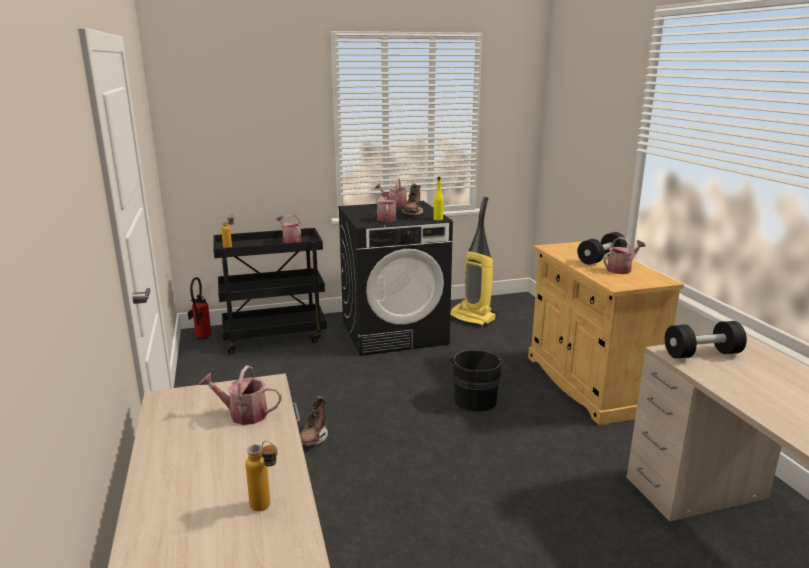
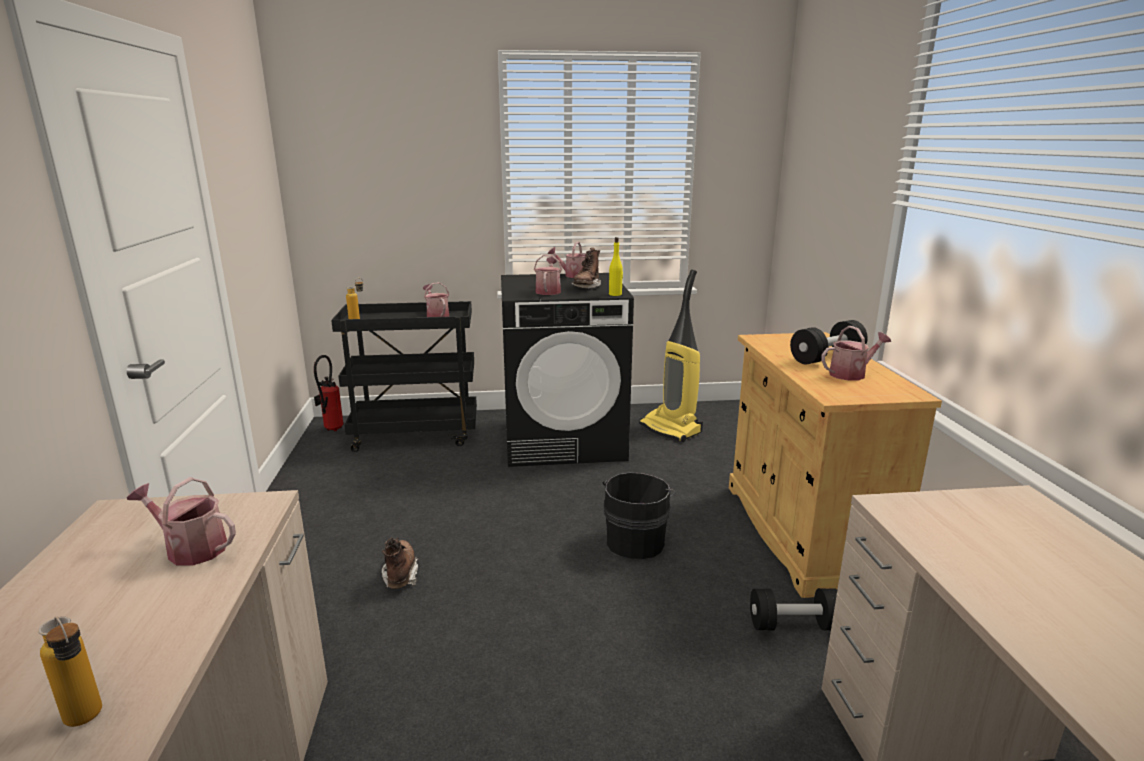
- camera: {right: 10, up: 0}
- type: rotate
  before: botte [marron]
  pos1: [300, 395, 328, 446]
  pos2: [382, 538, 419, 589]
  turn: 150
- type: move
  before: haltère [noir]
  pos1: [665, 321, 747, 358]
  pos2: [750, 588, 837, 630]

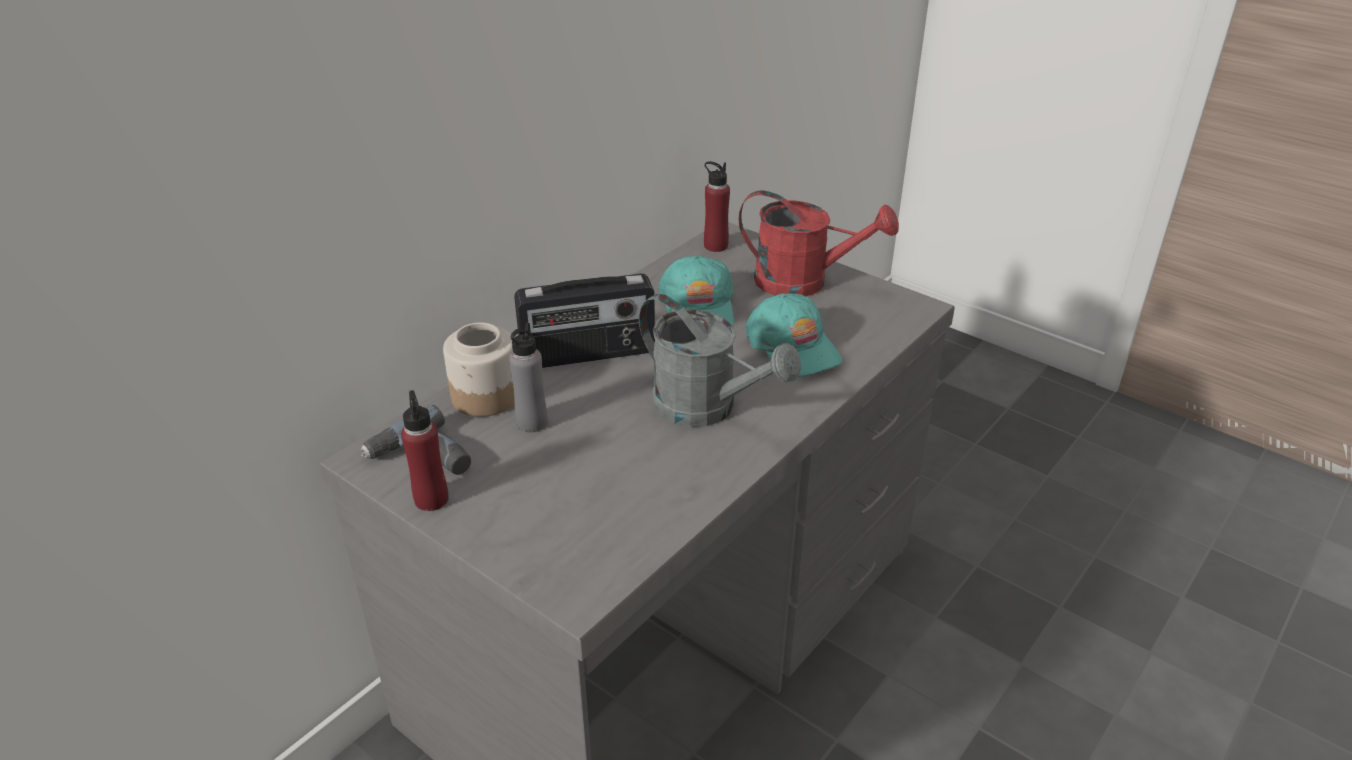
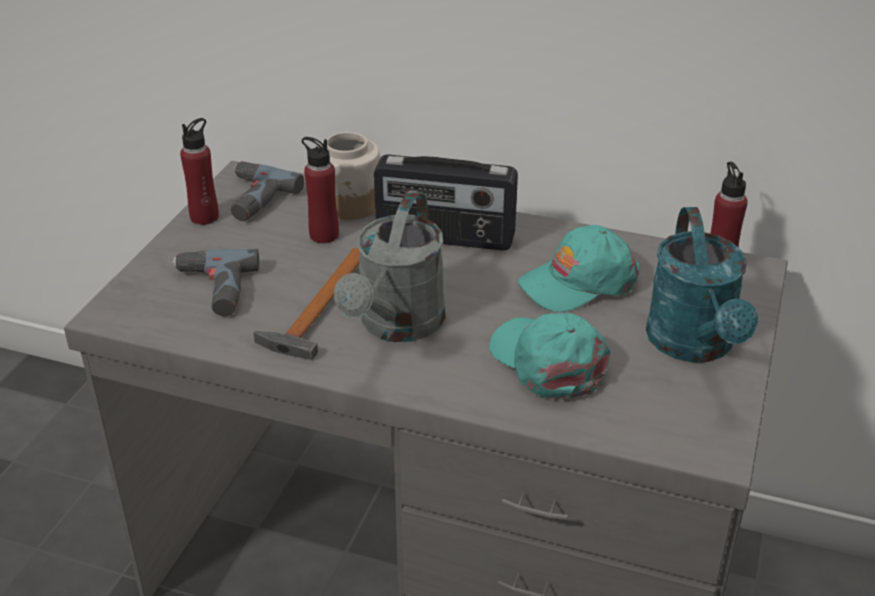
- camera: {right: 70, up: 0}
- type: insert
  after: perceuse
  pos2: [171, 249, 259, 316]
- type: insert
  after: marteau
  pos2: [253, 248, 360, 360]
- type: recolor
  before: bouteille [gris]
  after: bouteille [rouge]
  pos1: [509, 322, 547, 433]
  pos2: [302, 137, 339, 243]
- type: rotate
  before: radio
  pos1: [514, 274, 655, 368]
  pos2: [374, 155, 518, 251]
  turn: -45
- type: rotate
  before: casquette [turquoise]
  pos1: [745, 293, 842, 377]
  pos2: [489, 313, 610, 400]
  turn: 105
- type: recolor
  before: arrosoir [rouge]
  after: arrosoir [turquoise]
  pos1: [738, 190, 899, 296]
  pos2: [646, 207, 758, 363]

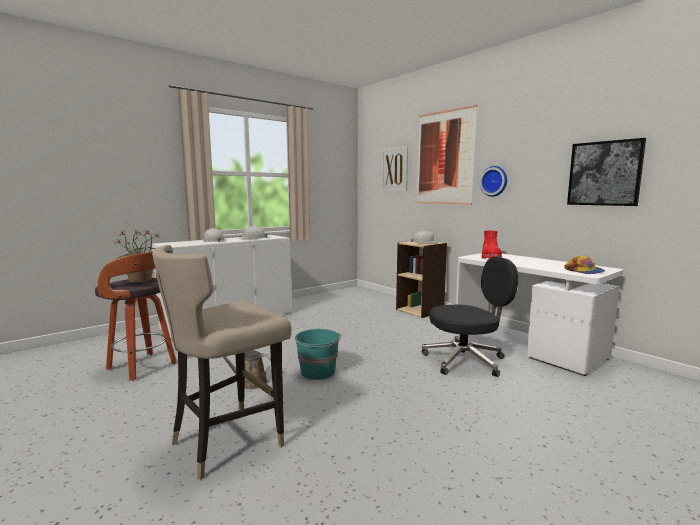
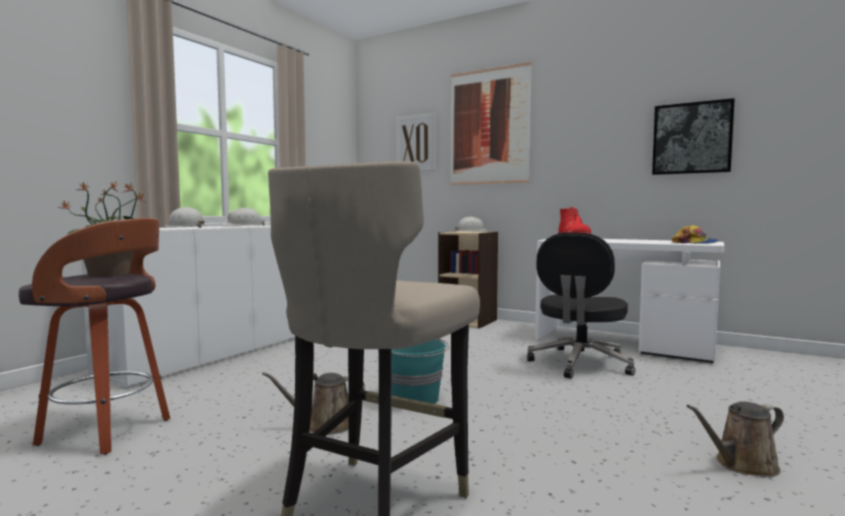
- camera: {right: -20, up: -5}
- type: rotate
  before: chaise de bureau [noir]
  pos1: [422, 257, 518, 377]
  pos2: [527, 232, 635, 379]
  turn: 150
- type: insert
  after: arrosoir [marron]
  pos2: [687, 402, 784, 477]
- type: delete
  before: horloge murale
  pos1: [480, 166, 507, 197]

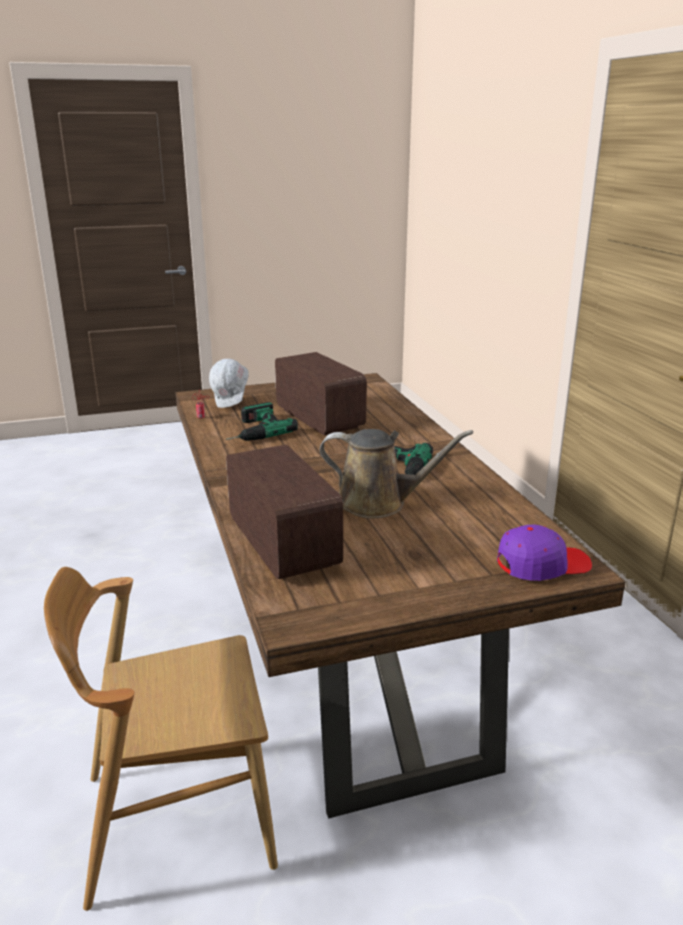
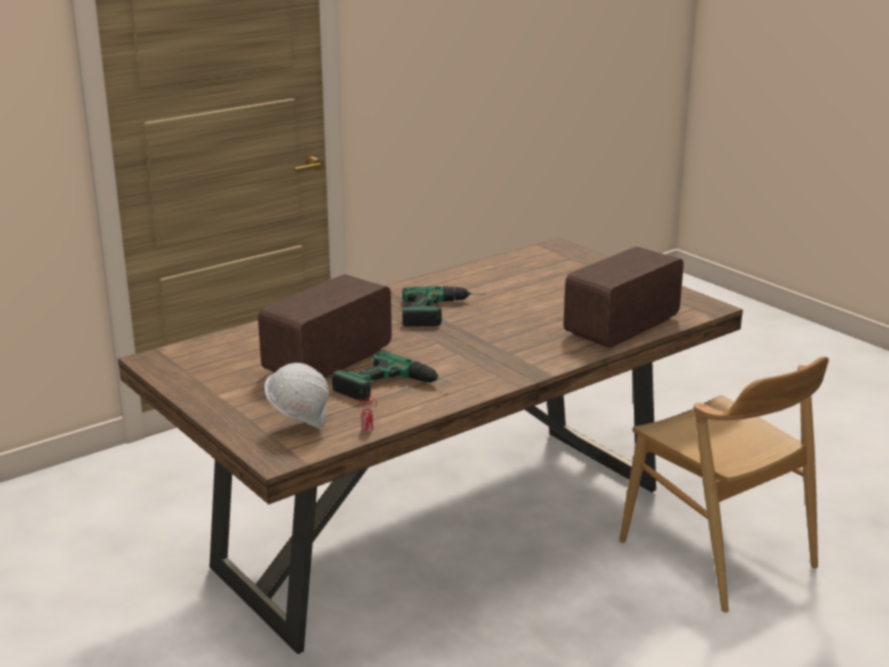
- camera: {right: -110, up: 0}
- type: delete
  before: arrosoir [marron]
  pos1: [319, 429, 473, 518]
- type: delete
  before: casquette [violet]
  pos1: [497, 525, 592, 581]

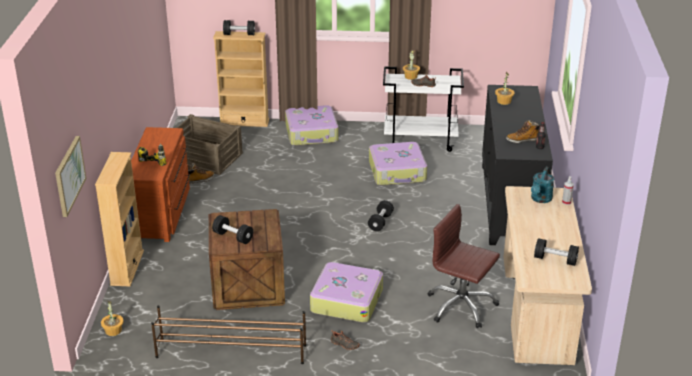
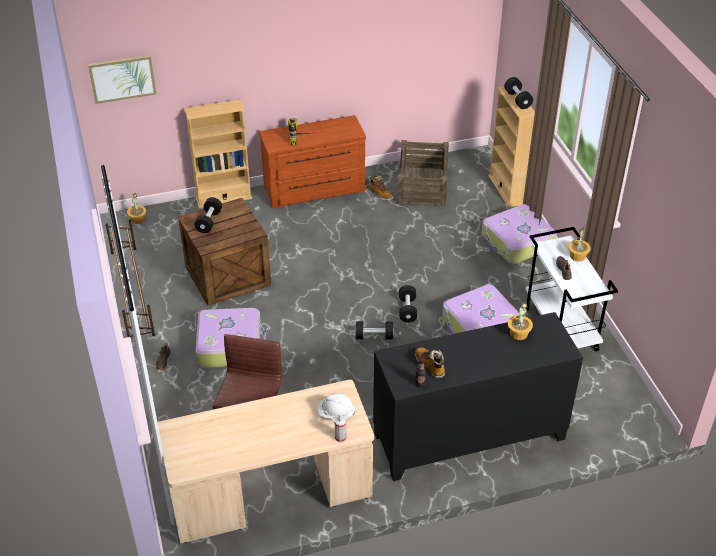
- camera: {right: 70, up: 10}
- type: replace
  before: arrosoir [turquoise]
  after: casque de chantier [blanc]
  pos1: [531, 167, 554, 203]
  pos2: [318, 393, 356, 419]
- type: move
  before: haltère [noir]
  pos1: [534, 238, 579, 266]
  pos2: [399, 285, 417, 323]

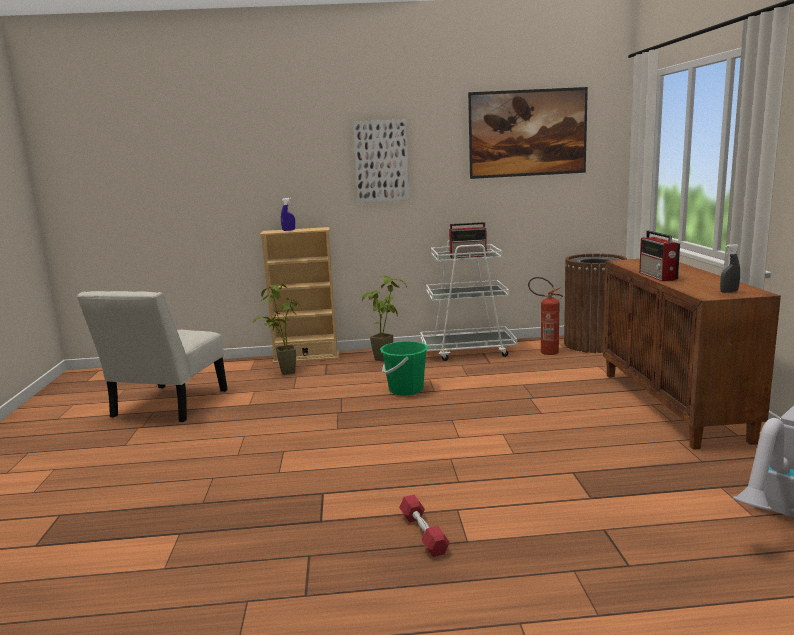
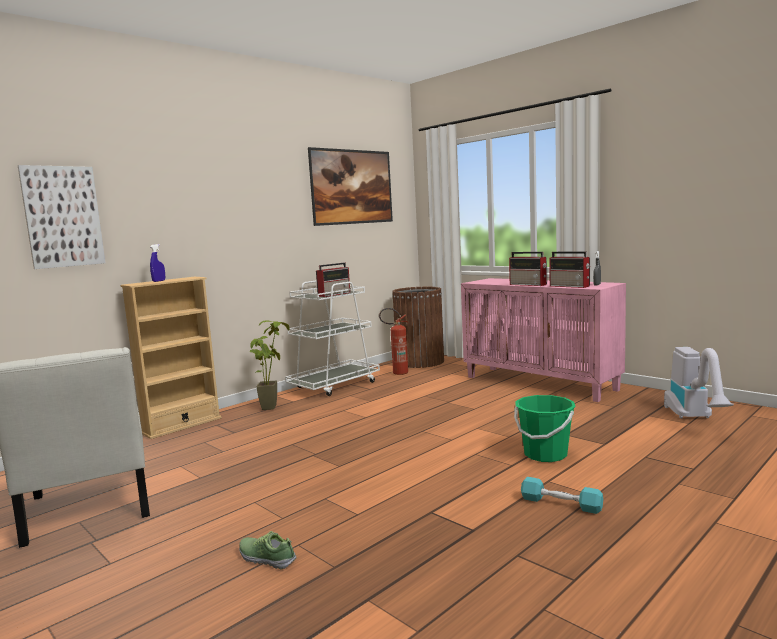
- camera: {right: -40, up: -5}
- type: move
  before: tableau
  pos1: [353, 119, 410, 203]
  pos2: [18, 165, 105, 269]
- type: insert
  after: chaussure
  pos2: [239, 531, 296, 569]
- type: recolor
  before: meuble de rangement [marron]
  after: meuble de rangement [rose]
  pos1: [603, 259, 781, 450]
  pos2: [461, 278, 626, 402]
- type: move
  before: seau [vert]
  pos1: [380, 341, 428, 396]
  pos2: [514, 395, 576, 462]
- type: recolor
  before: haltère [rouge]
  after: haltère [turquoise]
  pos1: [399, 495, 450, 557]
  pos2: [521, 477, 603, 514]
- type: insert
  after: radio
  pos2: [549, 252, 590, 288]
- type: delete
  before: plante en pot
  pos1: [253, 284, 301, 375]

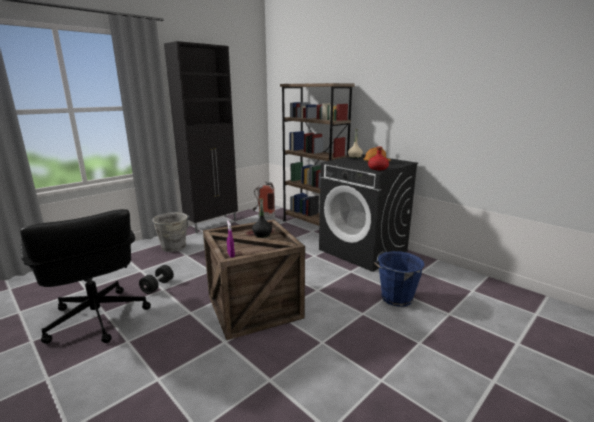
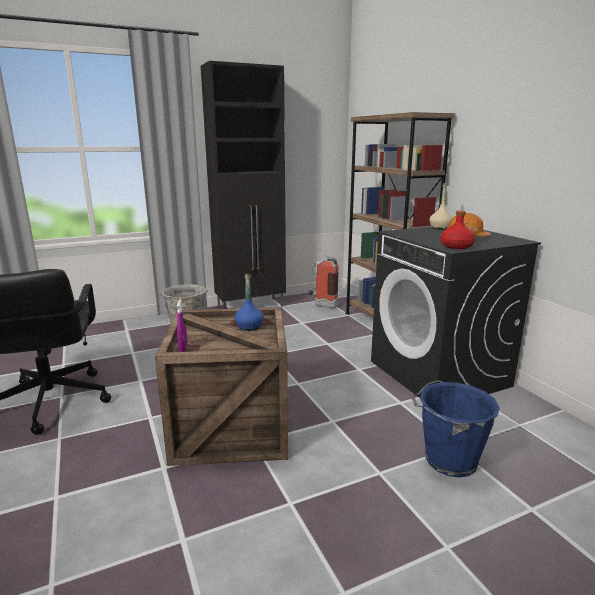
- camera: {right: 20, up: 0}
- type: recolor
  before: bouteille [noir]
  after: bouteille [bleu]
  pos1: [252, 198, 272, 238]
  pos2: [234, 274, 264, 331]
- type: delete
  before: haltère [noir]
  pos1: [139, 265, 174, 294]

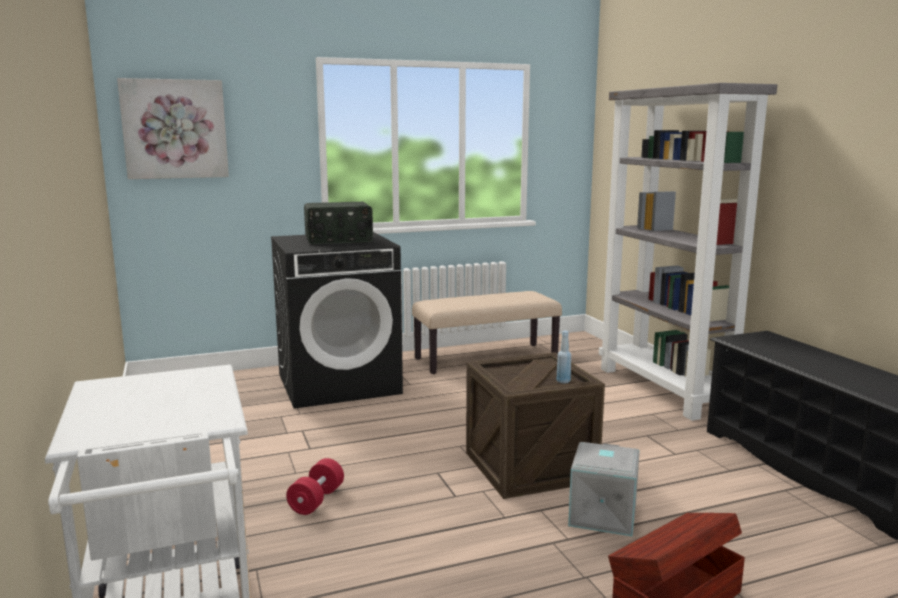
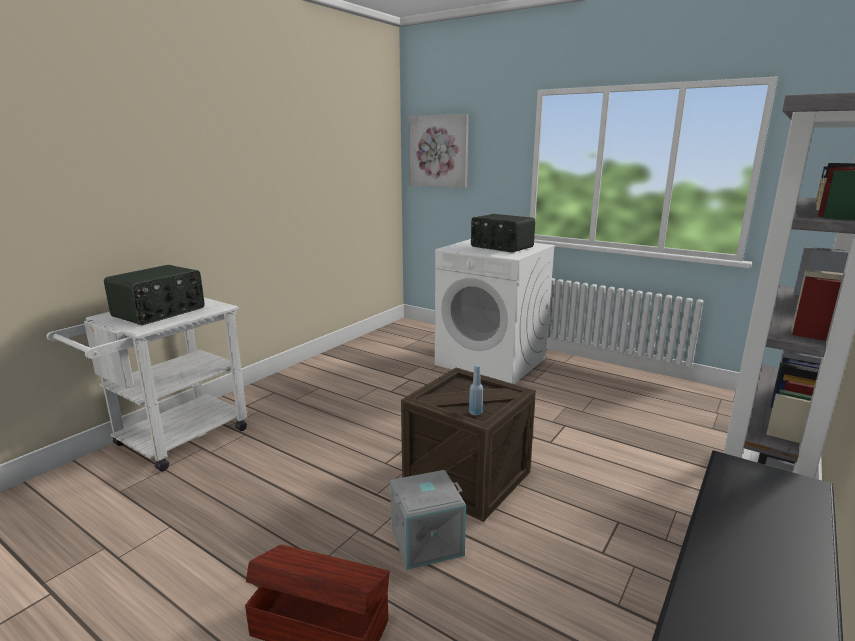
- camera: {right: 55, up: 5}
- type: insert
  after: radio
  pos2: [104, 265, 205, 325]
- type: recolor
  before: lave-linge [noir]
  after: lave-linge [blanc]
  pos1: [271, 232, 403, 409]
  pos2: [435, 239, 555, 384]
- type: delete
  before: haltère [rouge]
  pos1: [286, 458, 344, 515]
- type: delete
  before: banc [beige]
  pos1: [412, 291, 562, 374]

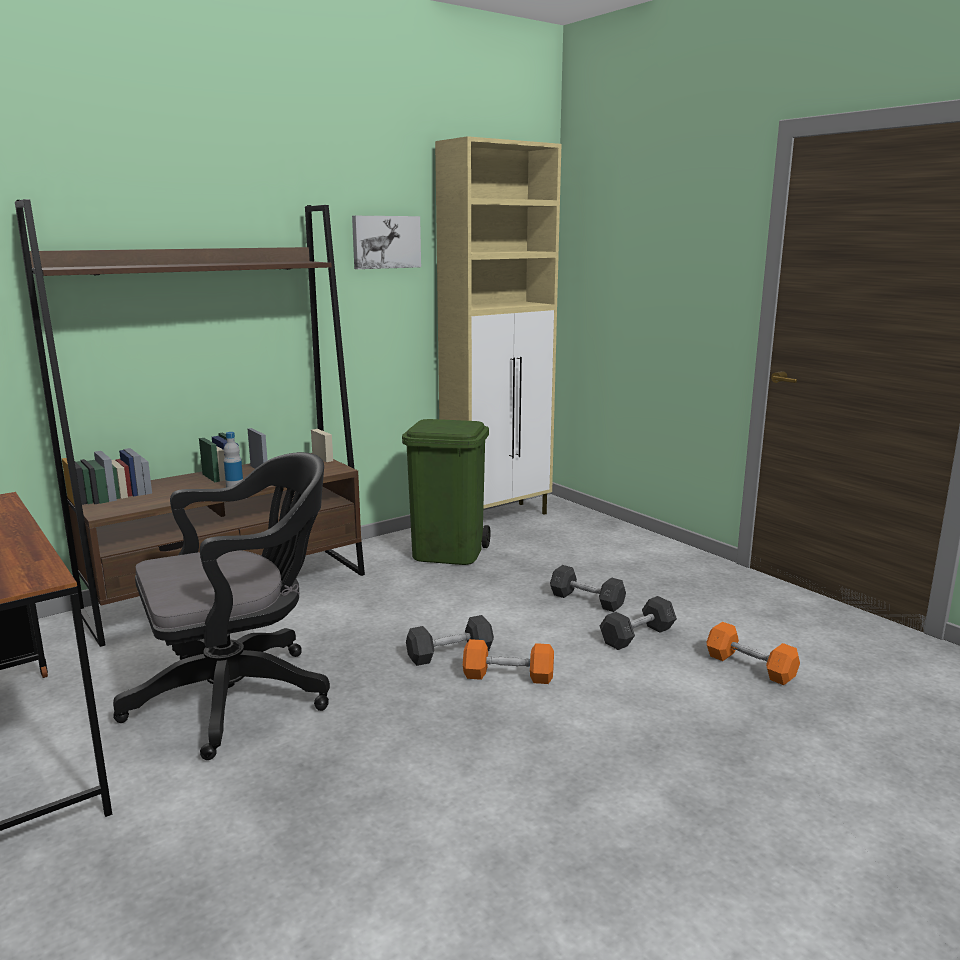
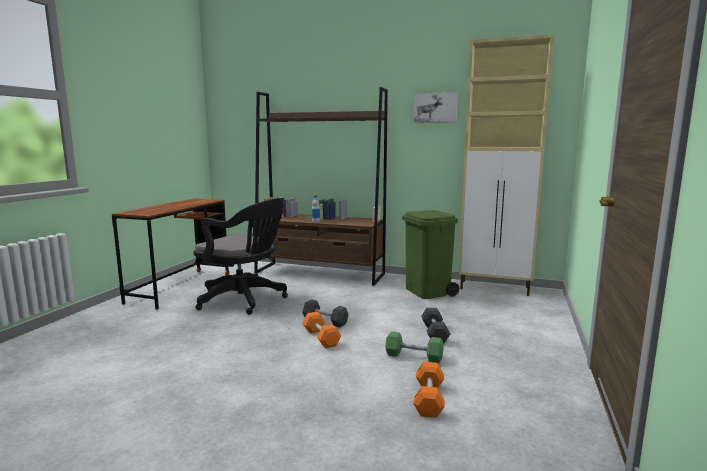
- camera: {right: 55, up: -5}
- type: recolor
  before: haltère [gris]
  after: haltère [vert]
  pos1: [600, 596, 677, 650]
  pos2: [385, 331, 444, 363]

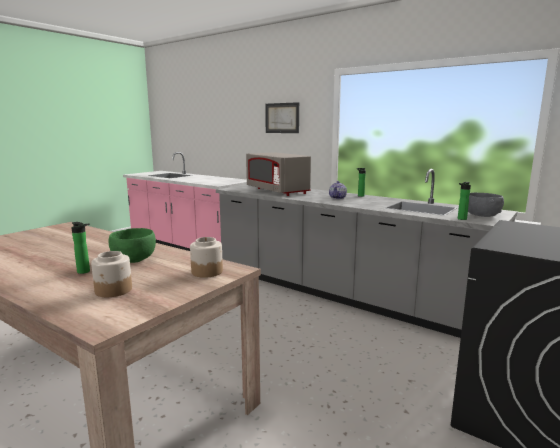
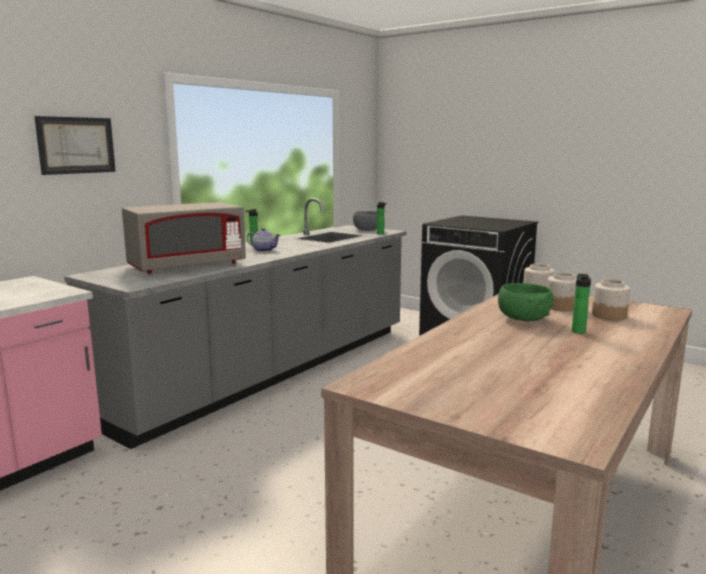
- camera: {right: -90, up: 0}
- type: insert
  after: bocal
  pos2: [547, 272, 576, 311]

